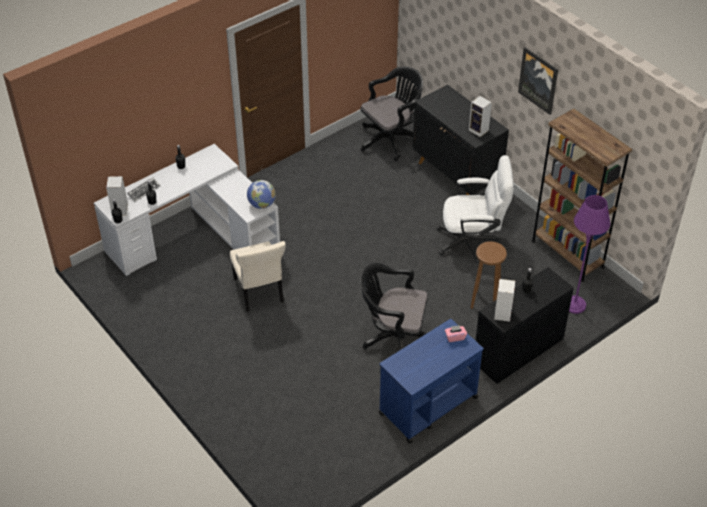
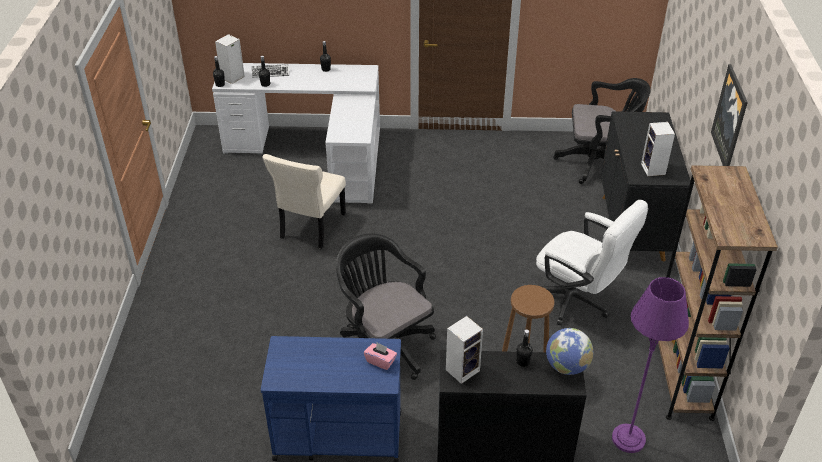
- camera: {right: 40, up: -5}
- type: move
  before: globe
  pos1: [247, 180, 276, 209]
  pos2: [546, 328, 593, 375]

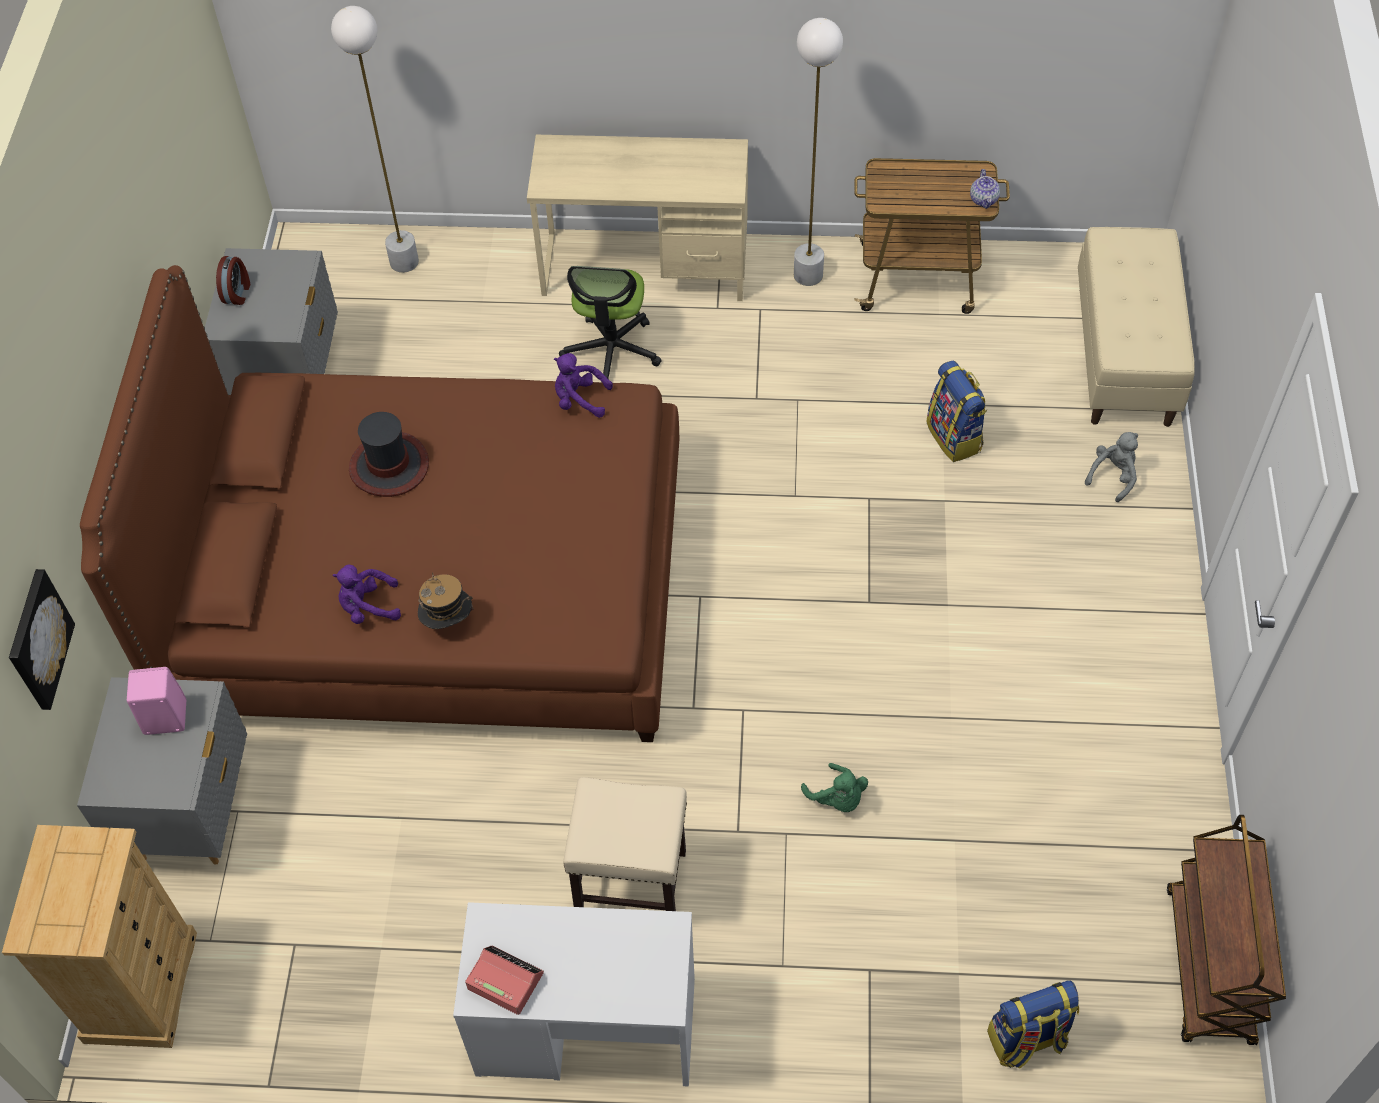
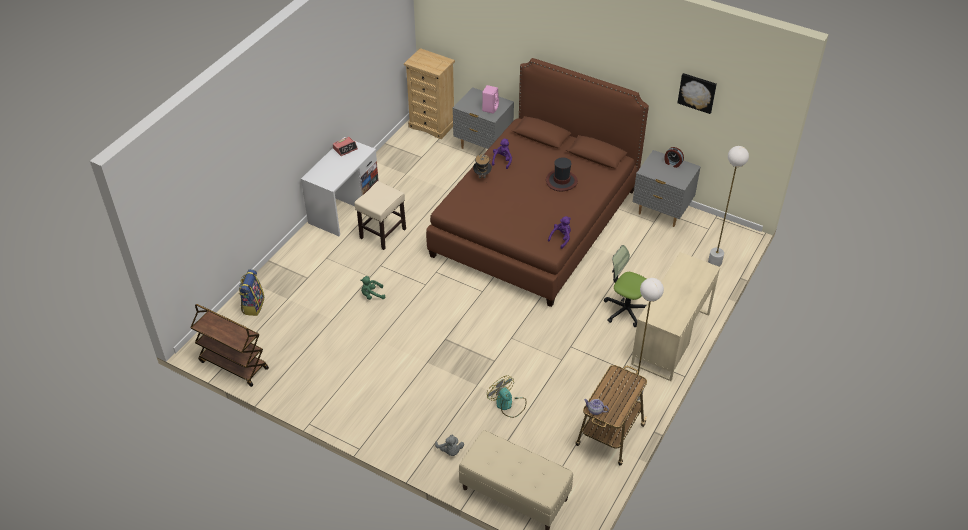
- camera: {right: 115, up: -10}
- type: replace
  before: sac à dos
  after: ventilateur
  pos1: [926, 361, 987, 462]
  pos2: [487, 375, 526, 418]
- type: move
  before: tableau
  pos1: [9, 569, 75, 710]
  pos2: [677, 73, 717, 114]

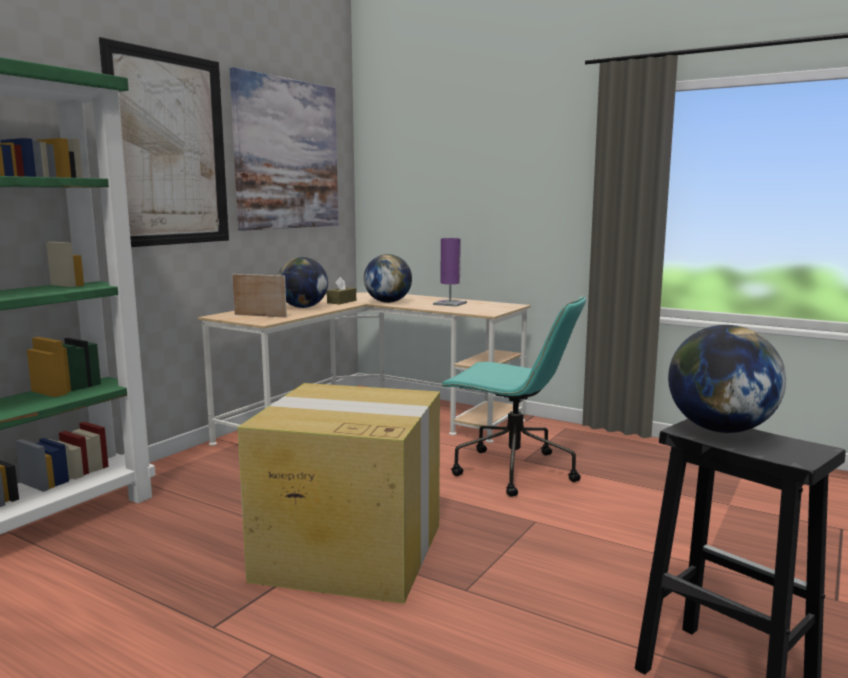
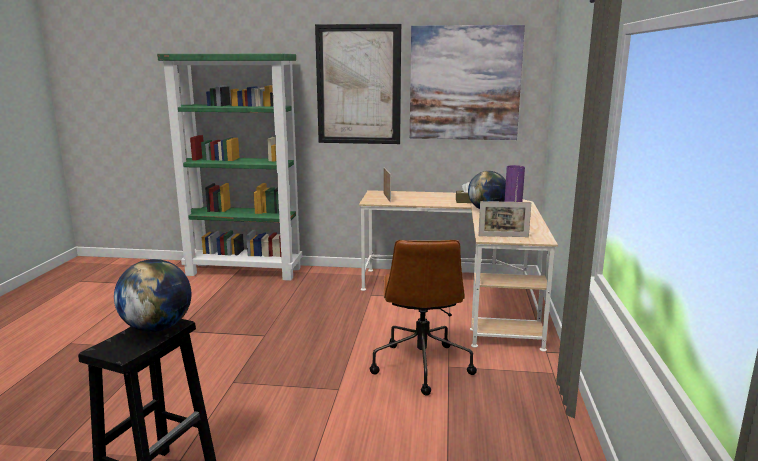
- camera: {right: 65, up: 5}
- type: recolor
  before: chaise de bureau [turquoise]
  after: chaise de bureau [marron]
  pos1: [441, 295, 586, 497]
  pos2: [370, 240, 477, 396]
- type: insert
  after: cadre photo
  pos2: [478, 201, 531, 237]
- type: delete
  before: carton
  pos1: [238, 383, 440, 604]
- type: delete
  before: globe
  pos1: [278, 257, 328, 308]

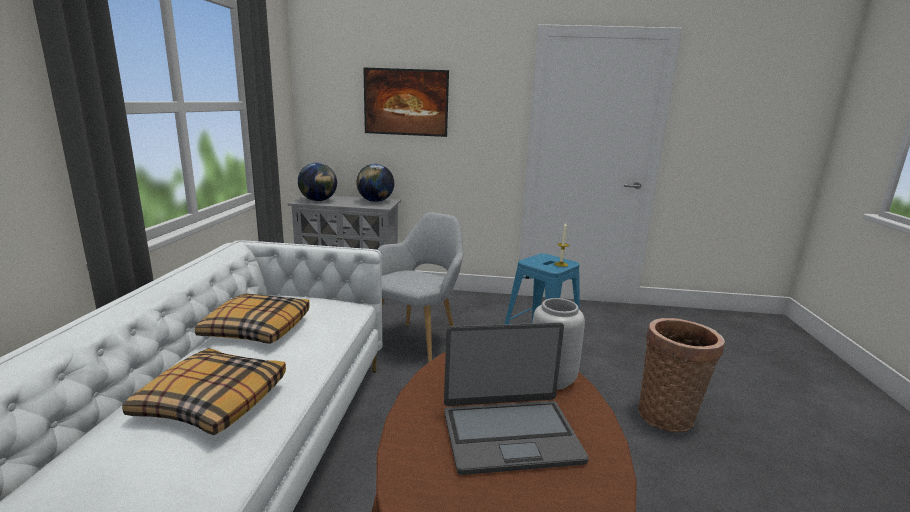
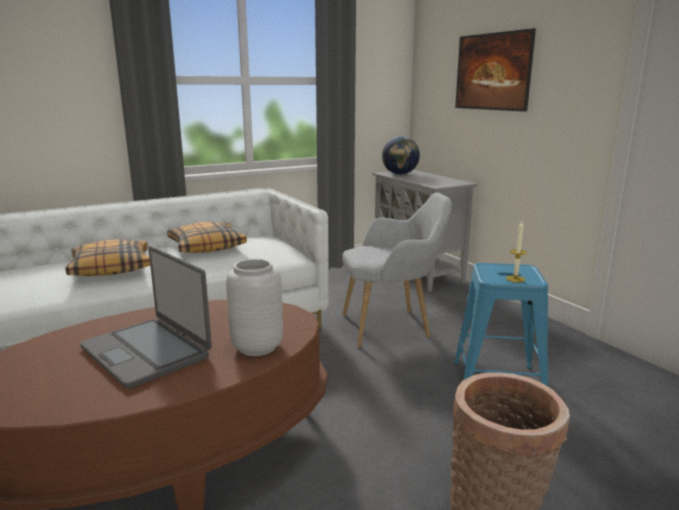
- camera: {right: 55, up: 0}
- type: delete
  before: globe
  pos1: [356, 164, 394, 202]

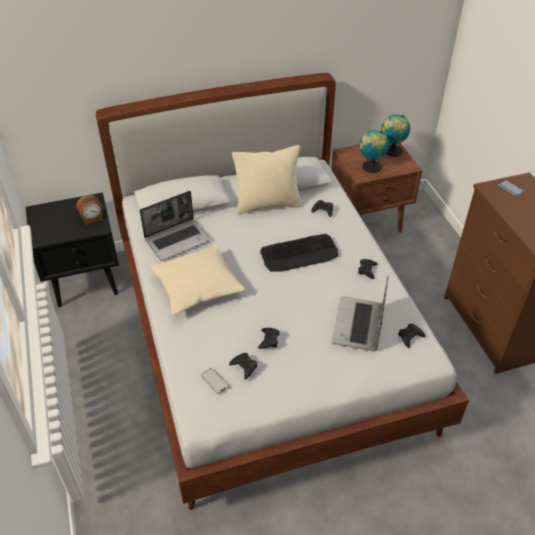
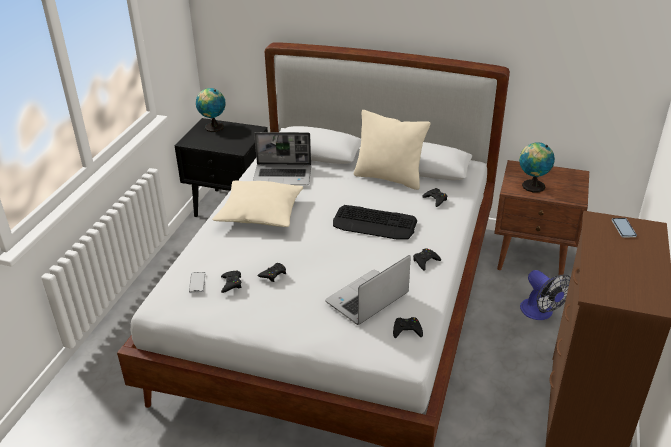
- camera: {right: 35, up: -10}
- type: move
  before: globe
  pos1: [381, 114, 410, 157]
  pos2: [196, 88, 226, 132]
- type: insert
  after: ventilateur
  pos2: [520, 270, 571, 320]
- type: delete
  before: réveil
  pos1: [77, 195, 102, 225]

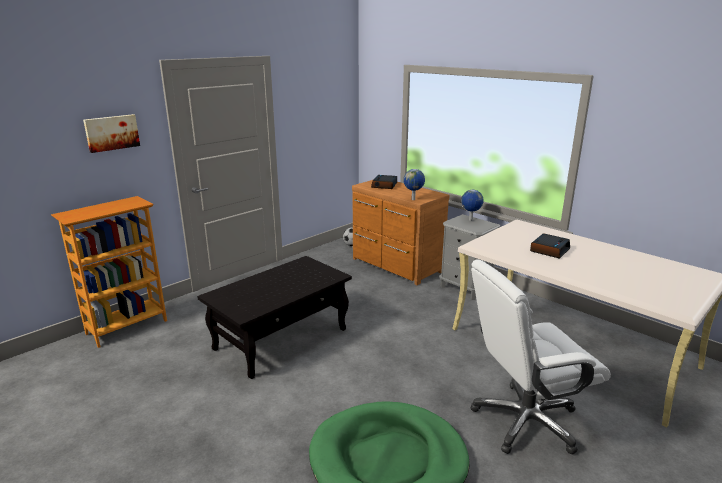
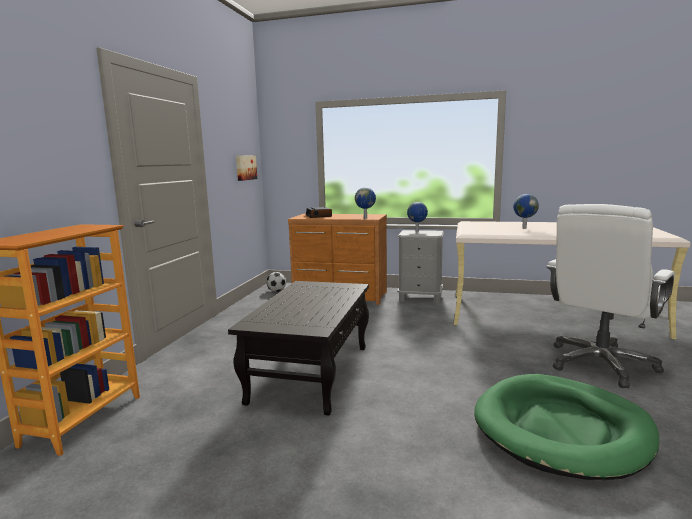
- camera: {right: -30, up: -10}
- type: move
  before: tableau
  pos1: [83, 114, 140, 153]
  pos2: [236, 155, 257, 181]
- type: replace
  before: réveil
  after: globe
  pos1: [530, 234, 570, 259]
  pos2: [513, 194, 539, 229]

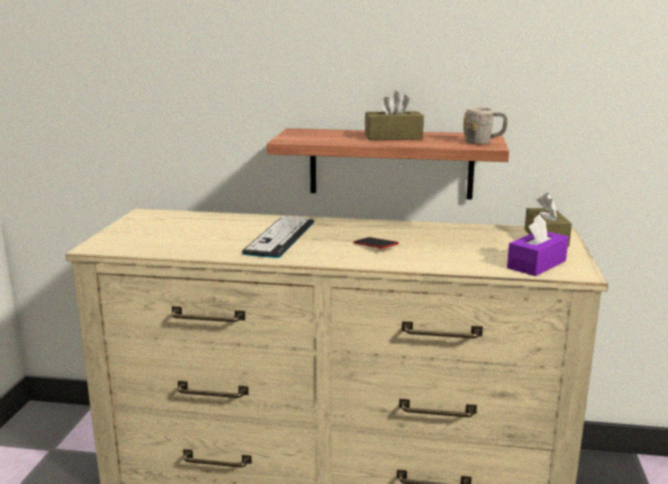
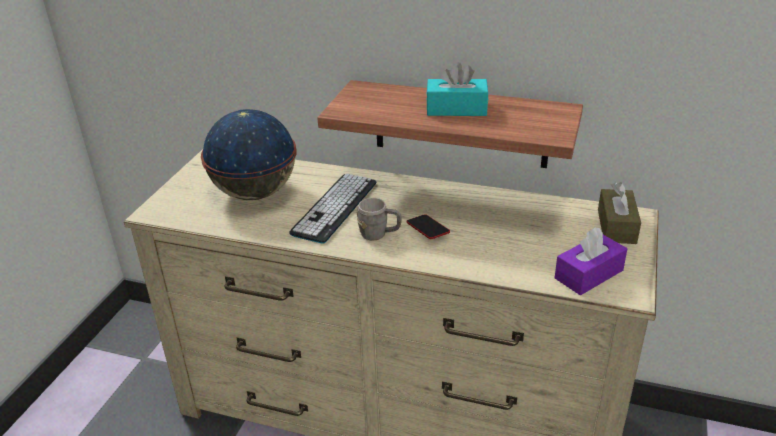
- camera: {right: 10, up: 15}
- type: insert
  after: globe
  pos2: [201, 109, 297, 200]
- type: move
  before: mug [gris]
  pos1: [463, 107, 508, 144]
  pos2: [357, 198, 402, 240]
- type: recolor
  before: boîte à mouchoirs [marron]
  after: boîte à mouchoirs [turquoise]
  pos1: [365, 90, 424, 140]
  pos2: [426, 62, 488, 116]

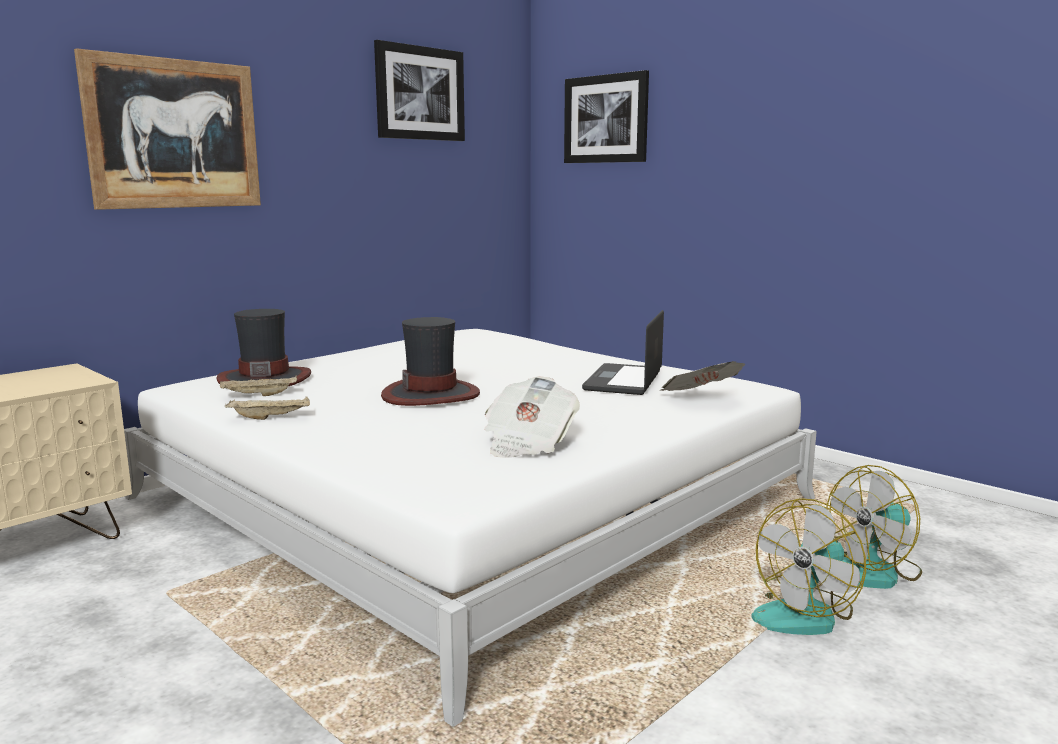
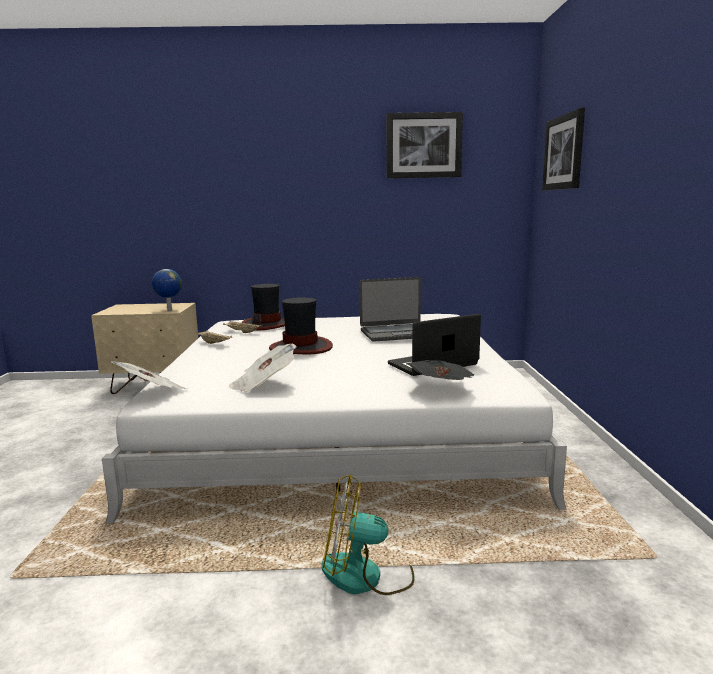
- camera: {right: 45, up: 0}
- type: insert
  after: journal
  pos2: [108, 361, 187, 389]
- type: insert
  after: globe
  pos2: [152, 269, 182, 311]
- type: insert
  after: ordinateur portable
  pos2: [359, 277, 421, 342]
- type: delete
  before: tableau
  pos1: [74, 48, 261, 210]
- type: delete
  before: ventilateur
  pos1: [827, 465, 922, 589]

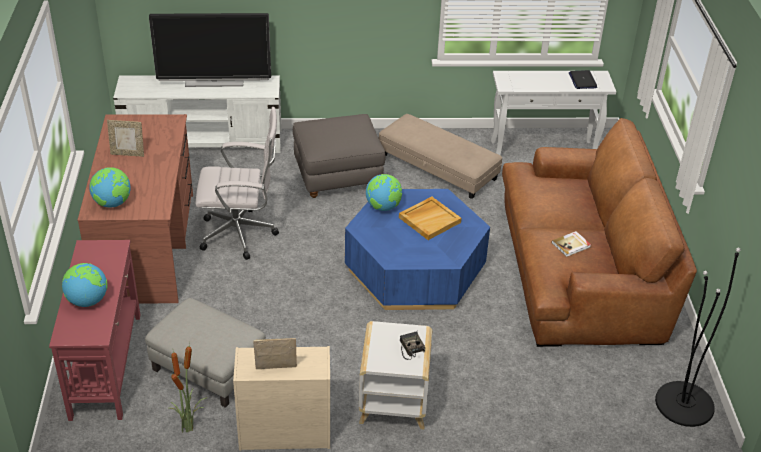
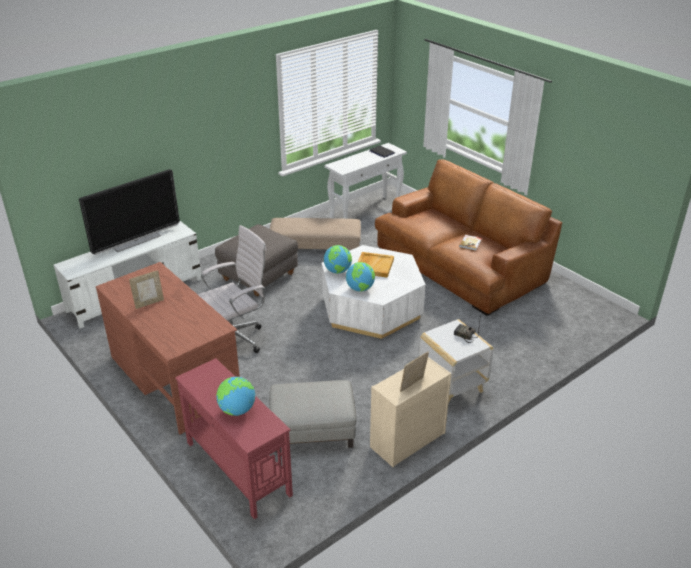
- camera: {right: -35, up: -5}
- type: recolor
  before: table basse [bleu]
  after: table basse [blanc]
  pos1: [345, 189, 490, 310]
  pos2: [322, 245, 426, 339]
- type: move
  before: globe
  pos1: [89, 167, 131, 208]
  pos2: [346, 262, 375, 292]
- type: delete
  before: plante en pot
  pos1: [169, 342, 207, 432]
- type: delete
  before: lampadaire [noir]
  pos1: [655, 248, 741, 427]

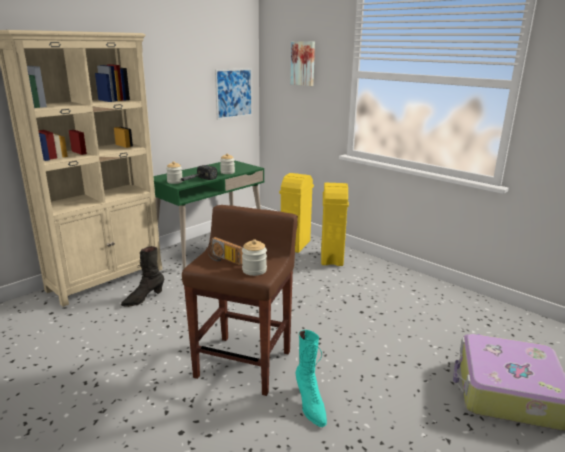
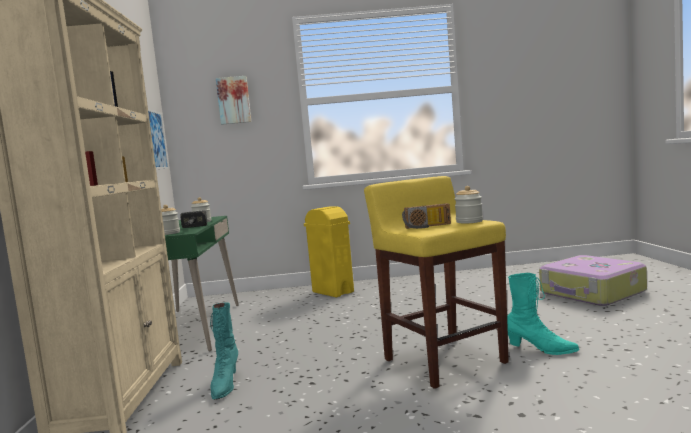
- camera: {right: -45, up: -15}
- type: recolor
  before: botte [noir]
  after: botte [turquoise]
  pos1: [121, 246, 164, 307]
  pos2: [210, 303, 238, 400]
- type: recolor
  before: tabouret [marron]
  after: tabouret [jaune]
  pos1: [182, 205, 298, 396]
  pos2: [364, 176, 509, 389]
- type: delete
  before: poubelle [jaune]
  pos1: [279, 173, 314, 253]

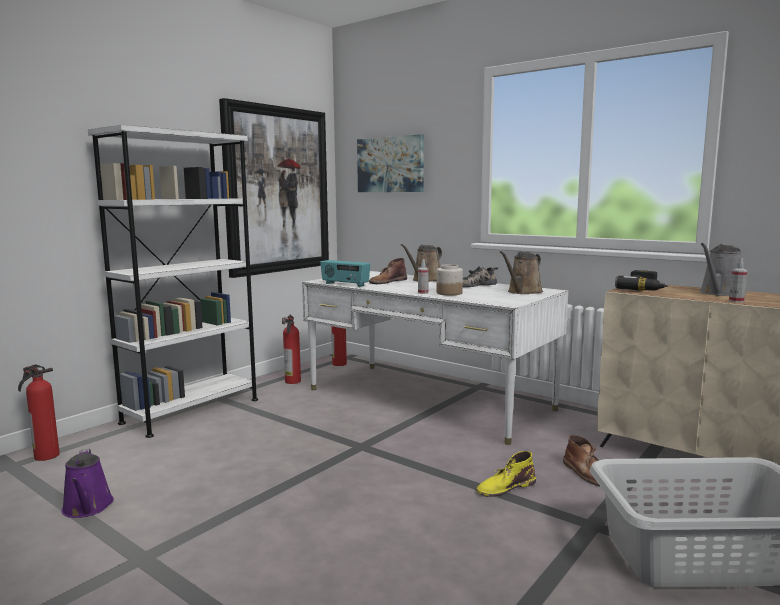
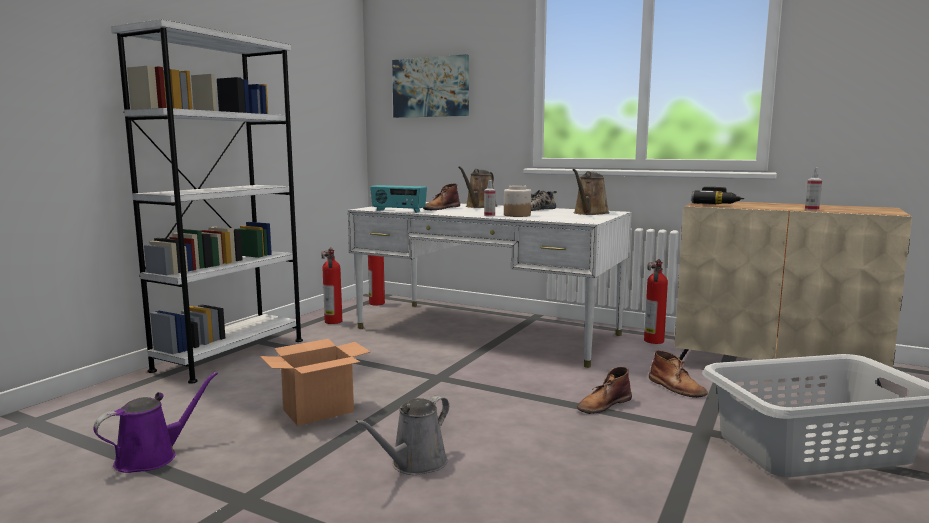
- camera: {right: -10, up: 0}
- type: rotate
  before: arrosoir [violet]
  pos1: [62, 448, 114, 518]
  pos2: [93, 372, 218, 473]
  turn: -105
- type: insert
  after: carton
  pos2: [260, 339, 371, 426]
- type: move
  before: arrosoir [gris]
  pos1: [700, 243, 747, 296]
  pos2: [355, 396, 449, 475]
- type: recolor
  before: botte [jaune]
  after: botte [marron]
  pos1: [476, 451, 536, 497]
  pos2: [577, 367, 632, 414]
- type: move
  before: extincteur
  pos1: [18, 364, 60, 461]
  pos2: [644, 259, 668, 344]
- type: delete
  before: tableau
  pos1: [219, 98, 329, 278]

